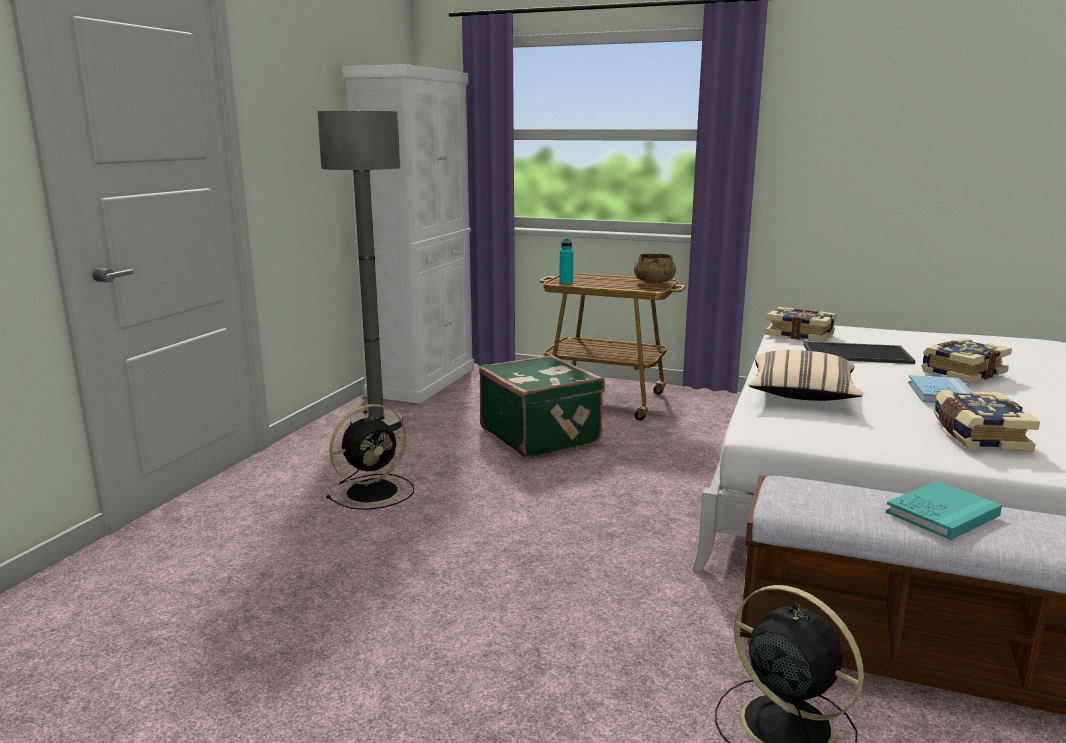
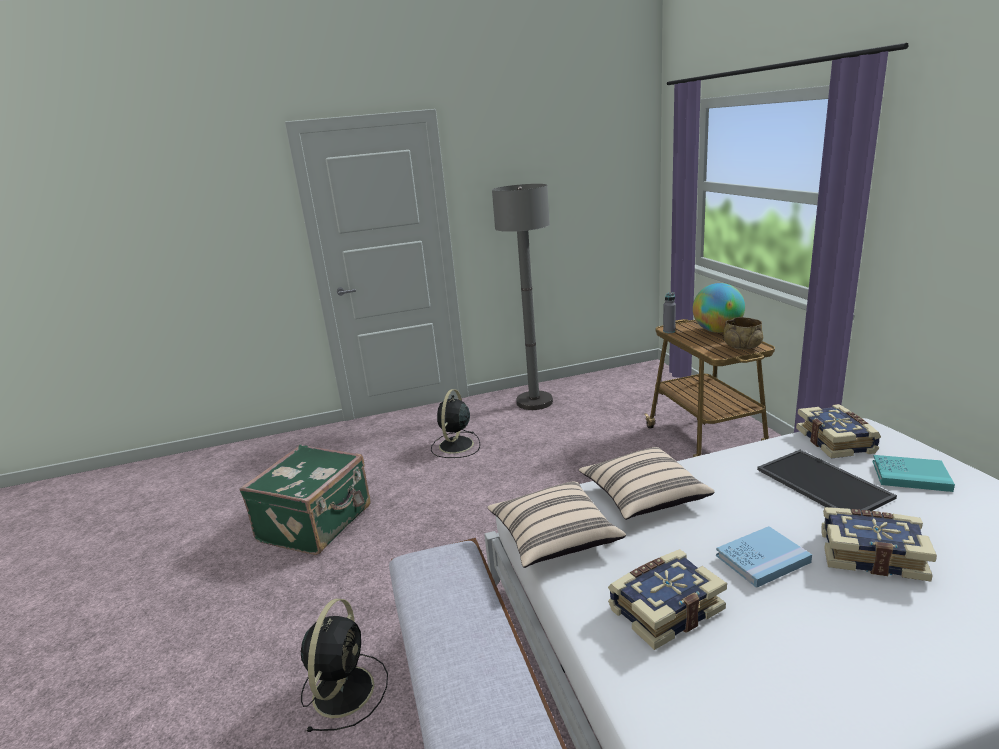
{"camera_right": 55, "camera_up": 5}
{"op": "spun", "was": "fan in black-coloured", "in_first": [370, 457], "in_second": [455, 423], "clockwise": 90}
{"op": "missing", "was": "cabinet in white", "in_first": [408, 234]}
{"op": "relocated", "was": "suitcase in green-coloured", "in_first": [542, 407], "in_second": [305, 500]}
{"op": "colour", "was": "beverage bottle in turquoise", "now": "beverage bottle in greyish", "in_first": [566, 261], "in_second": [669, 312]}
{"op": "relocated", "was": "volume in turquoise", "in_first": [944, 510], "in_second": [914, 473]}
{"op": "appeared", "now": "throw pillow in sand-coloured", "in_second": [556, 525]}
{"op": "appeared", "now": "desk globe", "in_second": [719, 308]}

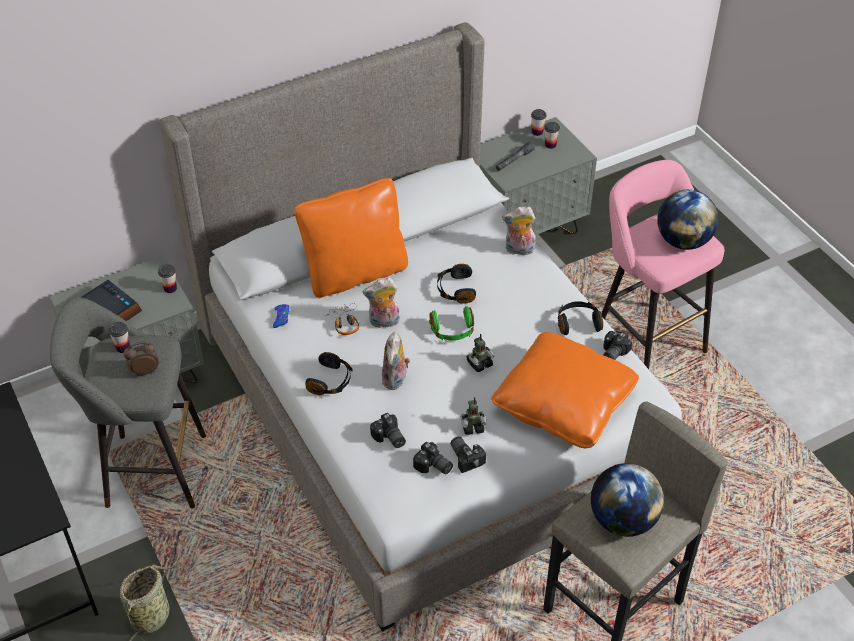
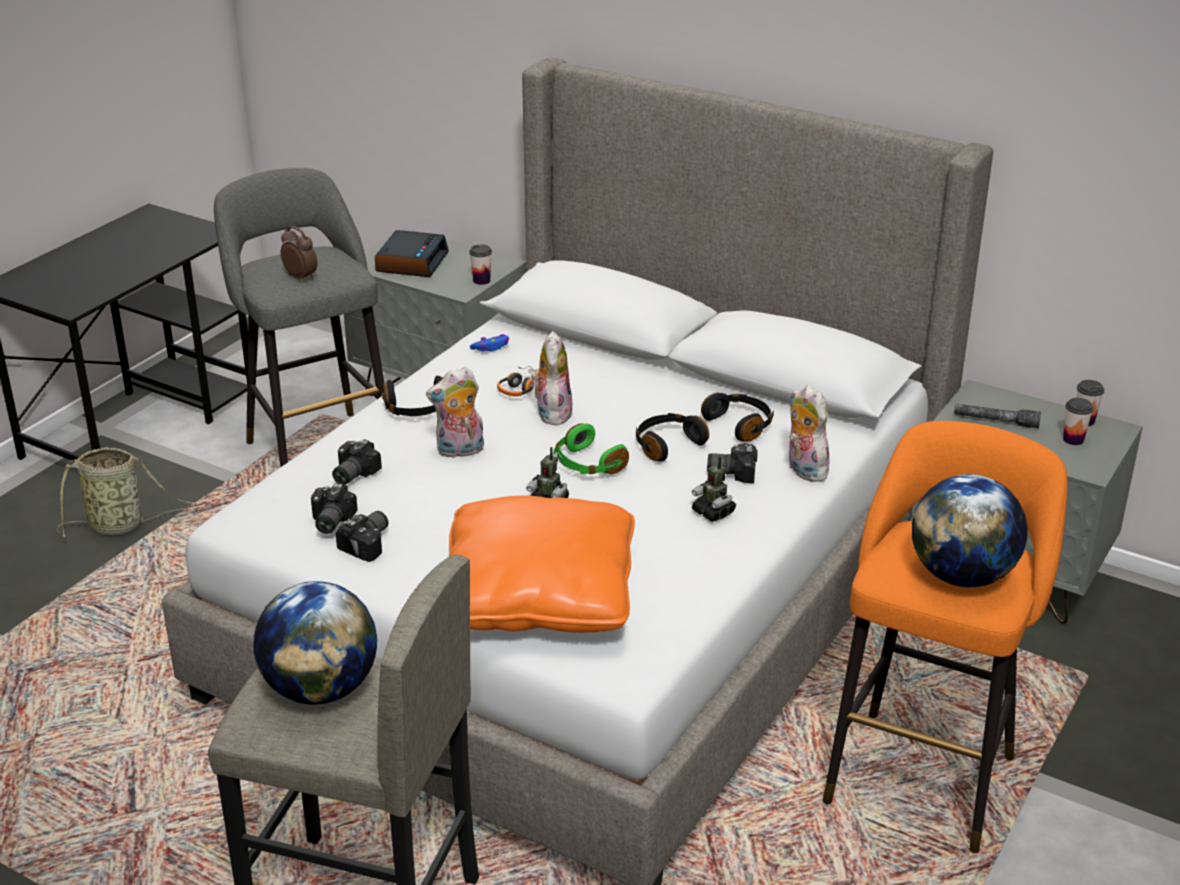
{"camera_right": 60, "camera_up": -15}
{"op": "missing", "was": "small cup", "in_first": [119, 337]}
{"op": "missing", "was": "throw pillow in orangey", "in_first": [351, 238]}
{"op": "spun", "was": "cuddly toy", "in_first": [381, 302], "in_second": [552, 378], "clockwise": 45}
{"op": "relocated", "was": "model robot", "in_first": [473, 416], "in_second": [714, 489]}
{"op": "relocated", "was": "headphones in black-coloured", "in_first": [580, 318], "in_second": [737, 417]}
{"op": "colour", "was": "sitting stool in pink", "now": "sitting stool in orangey", "in_first": [662, 264], "in_second": [945, 637]}
{"op": "relocated", "was": "still camera", "in_first": [617, 345], "in_second": [732, 463]}

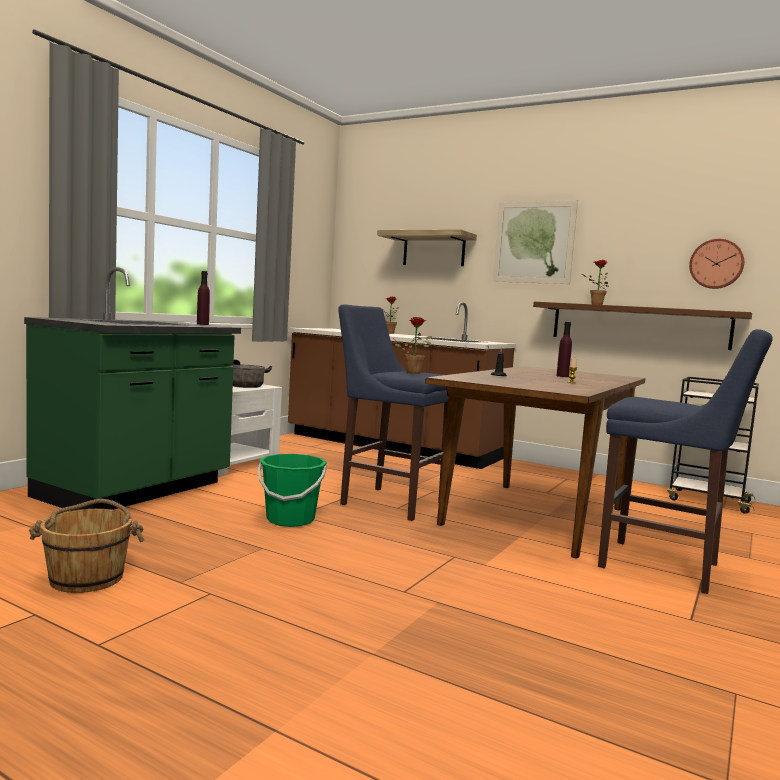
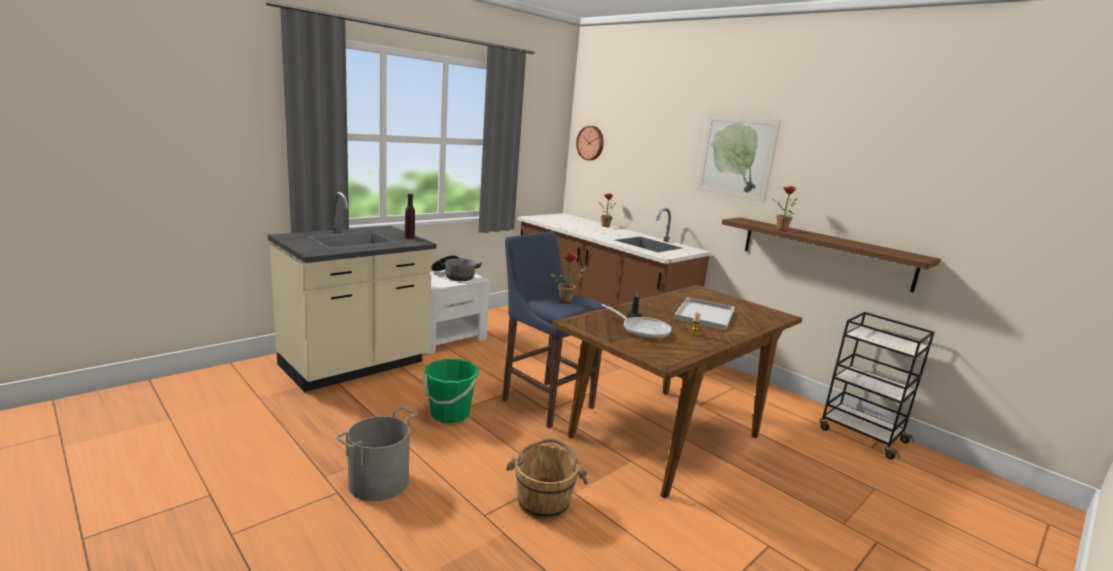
{"camera_right": 15, "camera_up": 10}
{"op": "colour", "was": "kitchen counter in green-coloured", "now": "kitchen counter in sand-coloured", "in_first": [132, 389], "in_second": [352, 292]}
{"op": "relocated", "was": "bucket in brown-coloured", "in_first": [86, 546], "in_second": [547, 479]}
{"op": "missing", "was": "bracket shelf", "in_first": [427, 247]}
{"op": "exchanged", "was": "beverage bottle in purplish", "now": "tray in white", "in_first": [564, 349], "in_second": [704, 313]}
{"op": "missing", "was": "sitting stool in blue-coloured", "in_first": [685, 461]}
{"op": "relocated", "was": "hanging clock", "in_first": [716, 264], "in_second": [590, 143]}
{"op": "appeared", "now": "bucket in greyish", "in_second": [377, 454]}
{"op": "appeared", "now": "frying pan", "in_second": [636, 321]}

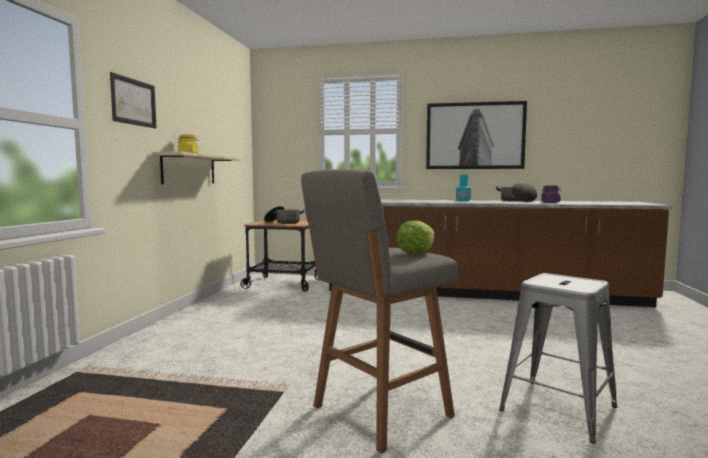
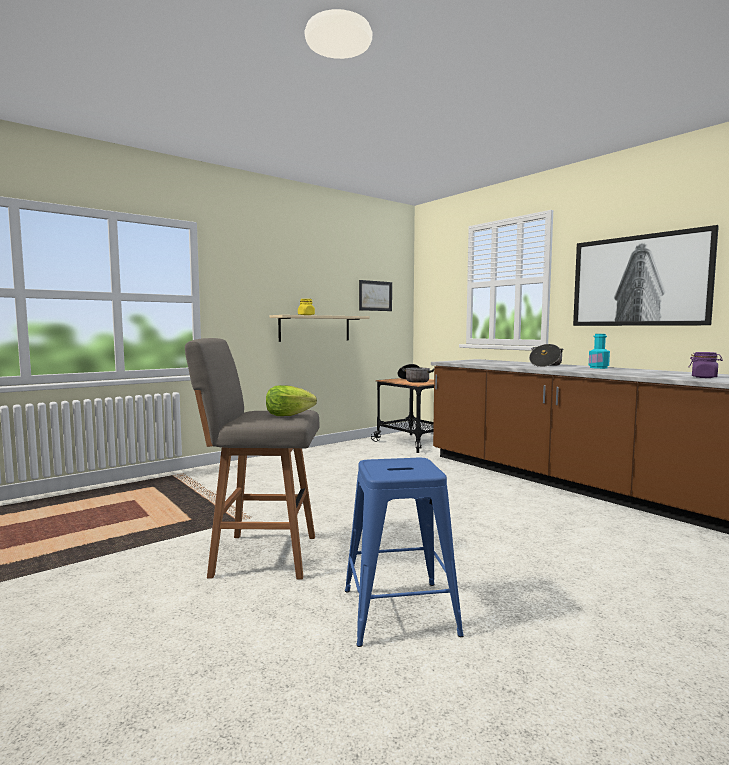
{"camera_right": 40, "camera_up": 0}
{"op": "relocated", "was": "picture", "in_first": [133, 100], "in_second": [375, 295]}
{"op": "relocated", "was": "cooking pot", "in_first": [516, 192], "in_second": [546, 355]}
{"op": "colour", "was": "sitting stool in greyish", "now": "sitting stool in blue-coloured", "in_first": [558, 358], "in_second": [404, 552]}

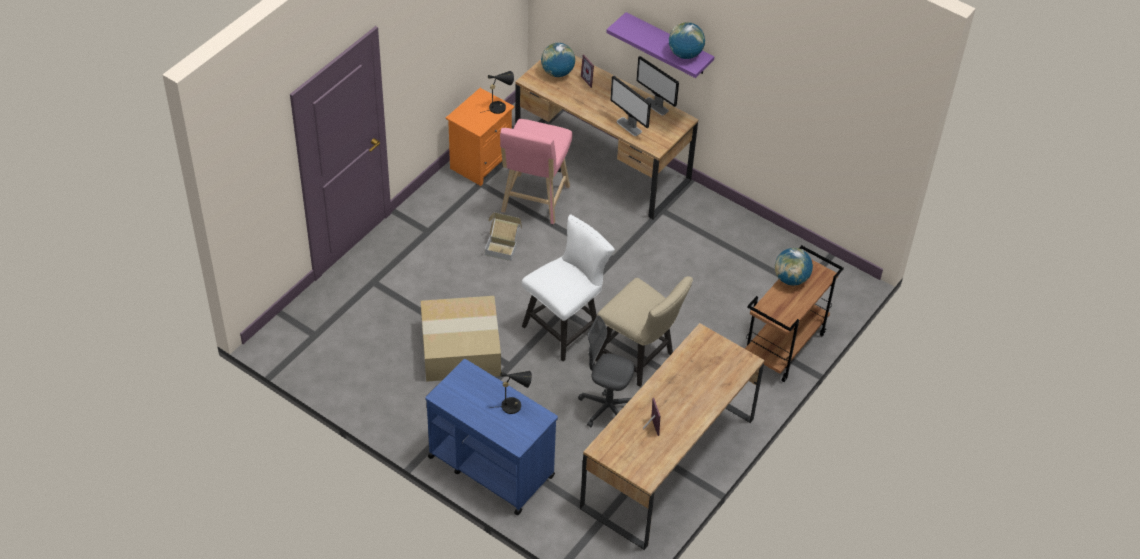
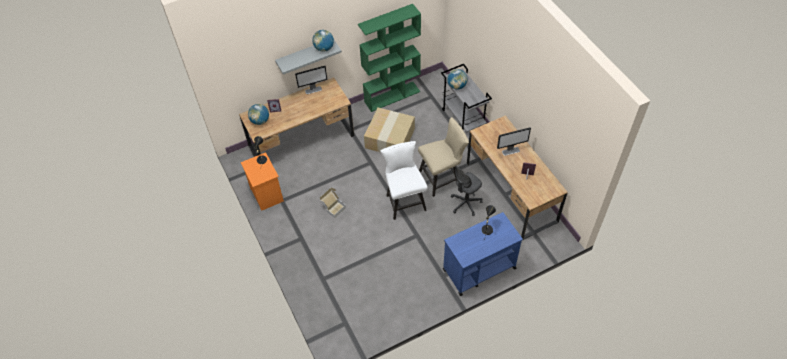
{"camera_right": -60, "camera_up": 5}
{"op": "relocated", "was": "carton", "in_first": [461, 339], "in_second": [389, 129]}
{"op": "missing", "was": "sitting stool in pink", "in_first": [536, 171]}
{"op": "colour", "was": "bracket shelf in purplish", "now": "bracket shelf in greyish", "in_first": [660, 45], "in_second": [308, 57]}
{"op": "relocated", "was": "computer screen", "in_first": [630, 106], "in_second": [514, 141]}
{"op": "colour", "was": "cart in brown-coloured", "now": "cart in greyish", "in_first": [794, 313], "in_second": [466, 98]}
{"op": "appeared", "now": "shelving unit in green-coloured", "in_second": [389, 58]}

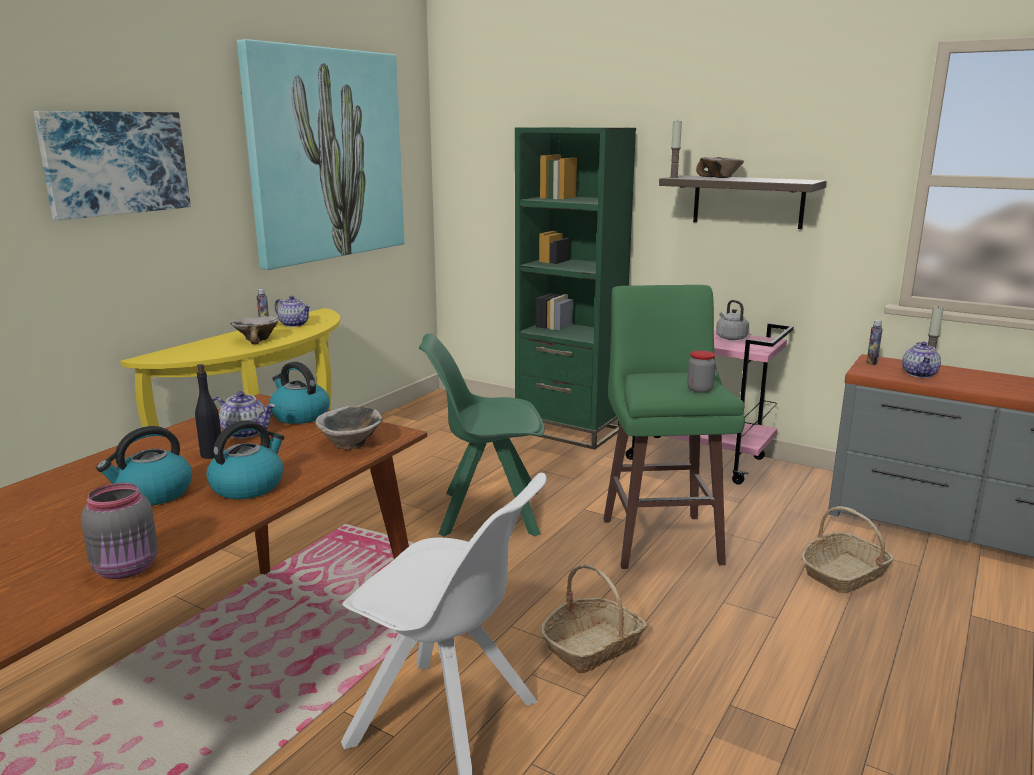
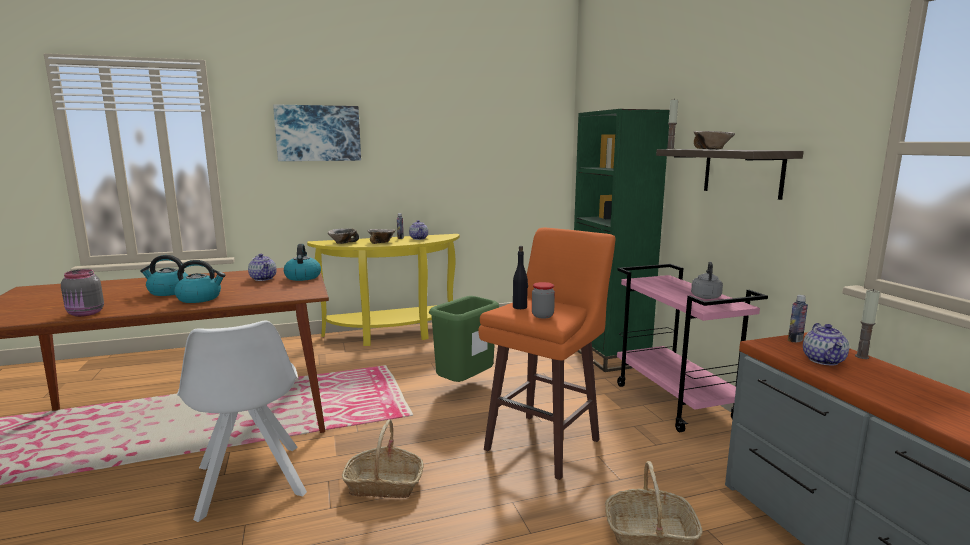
{"camera_right": 40, "camera_up": -5}
{"op": "relocated", "was": "beverage bottle in black-coloured", "in_first": [208, 411], "in_second": [520, 277]}
{"op": "missing", "was": "picture", "in_first": [321, 154]}
{"op": "relocated", "was": "bowl", "in_first": [349, 428], "in_second": [343, 236]}
{"op": "exchanged", "was": "plain chair in green-coloured", "now": "waste bin in green-coloured", "in_first": [482, 434], "in_second": [464, 339]}
{"op": "colour", "was": "sitting stool in green-coloured", "now": "sitting stool in orangey", "in_first": [674, 427], "in_second": [547, 354]}
{"op": "spun", "was": "pot for tea", "in_first": [921, 360], "in_second": [826, 344], "clockwise": -45}

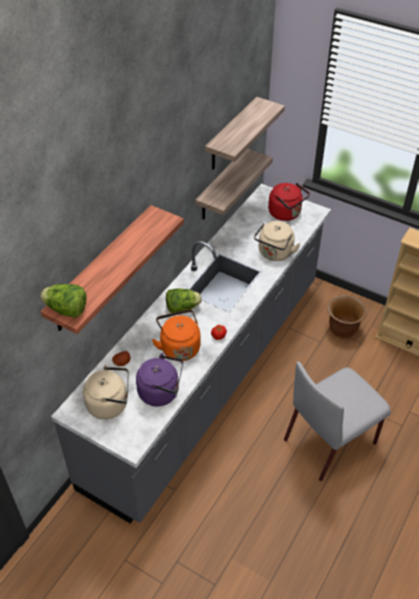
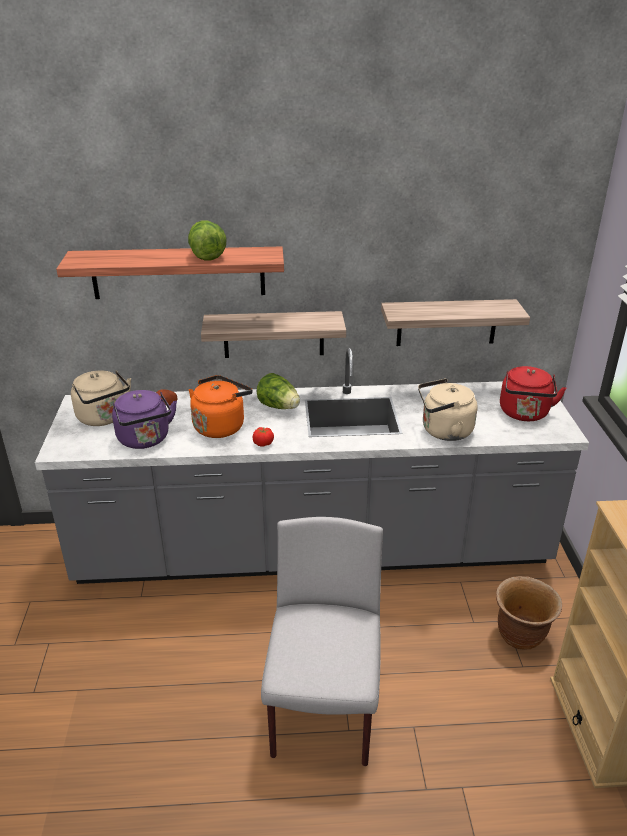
{"camera_right": 55, "camera_up": -15}
{"op": "relocated", "was": "lettuce", "in_first": [63, 301], "in_second": [207, 240]}
{"op": "relocated", "was": "bracket shelf", "in_first": [245, 133], "in_second": [273, 334]}
{"op": "spun", "was": "plain chair in greyish", "in_first": [337, 421], "in_second": [322, 641], "clockwise": 75}

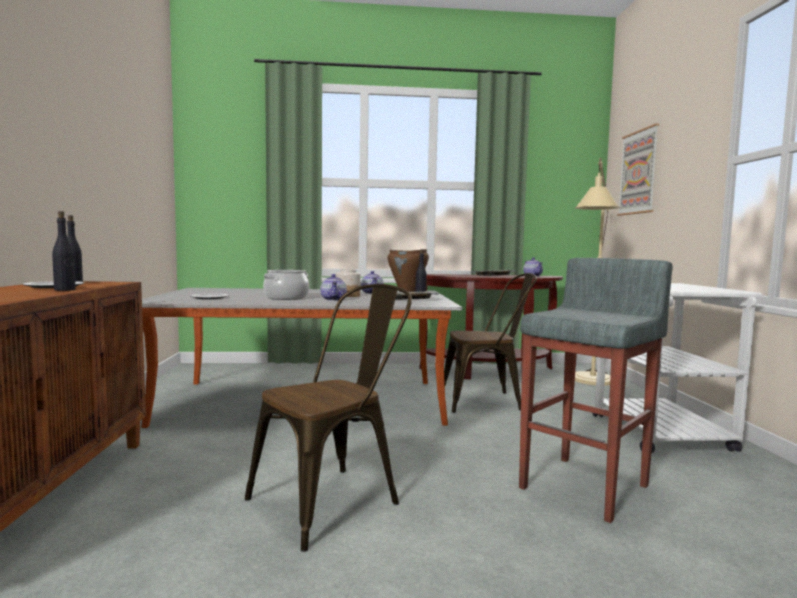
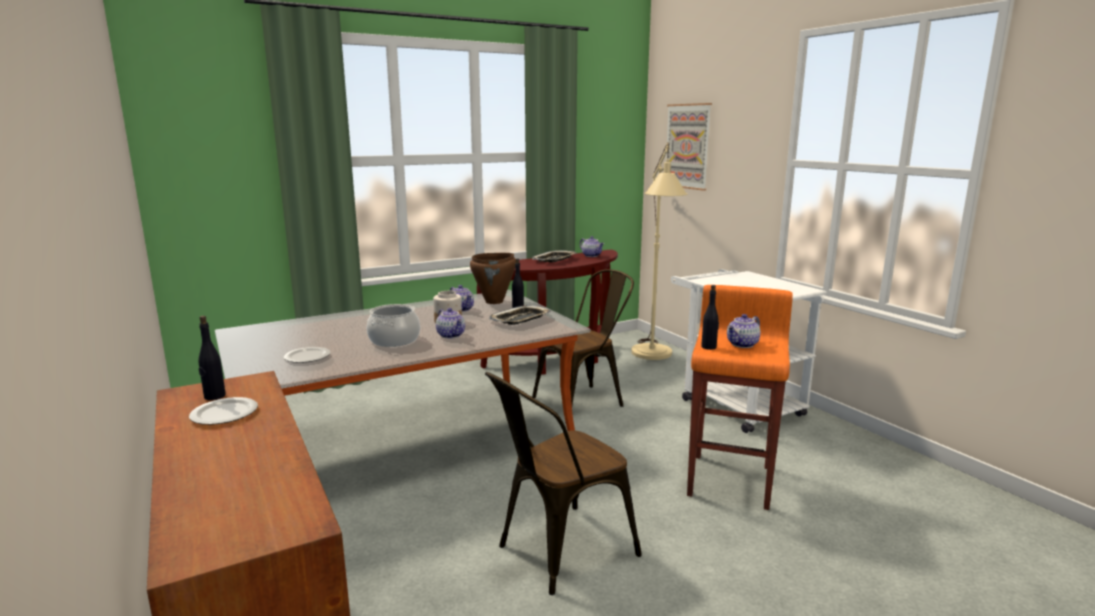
{"camera_right": -25, "camera_up": 10}
{"op": "relocated", "was": "beverage bottle in black-coloured", "in_first": [64, 251], "in_second": [710, 317]}
{"op": "spun", "was": "plain chair in brown-coloured", "in_first": [328, 418], "in_second": [563, 483], "clockwise": -150}
{"op": "colour", "was": "sitting stool in greyish", "now": "sitting stool in orangey", "in_first": [596, 390], "in_second": [740, 397]}
{"op": "appeared", "now": "pot for tea", "in_second": [743, 331]}

